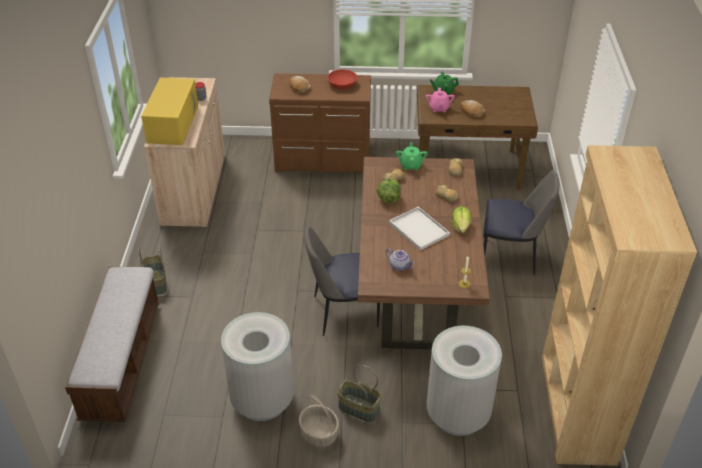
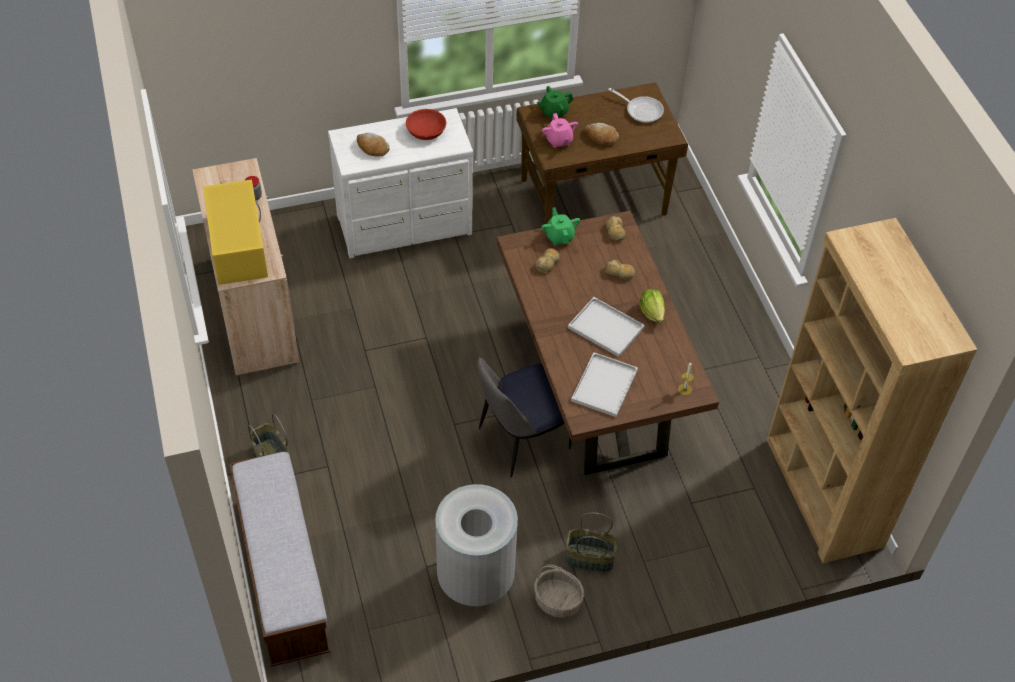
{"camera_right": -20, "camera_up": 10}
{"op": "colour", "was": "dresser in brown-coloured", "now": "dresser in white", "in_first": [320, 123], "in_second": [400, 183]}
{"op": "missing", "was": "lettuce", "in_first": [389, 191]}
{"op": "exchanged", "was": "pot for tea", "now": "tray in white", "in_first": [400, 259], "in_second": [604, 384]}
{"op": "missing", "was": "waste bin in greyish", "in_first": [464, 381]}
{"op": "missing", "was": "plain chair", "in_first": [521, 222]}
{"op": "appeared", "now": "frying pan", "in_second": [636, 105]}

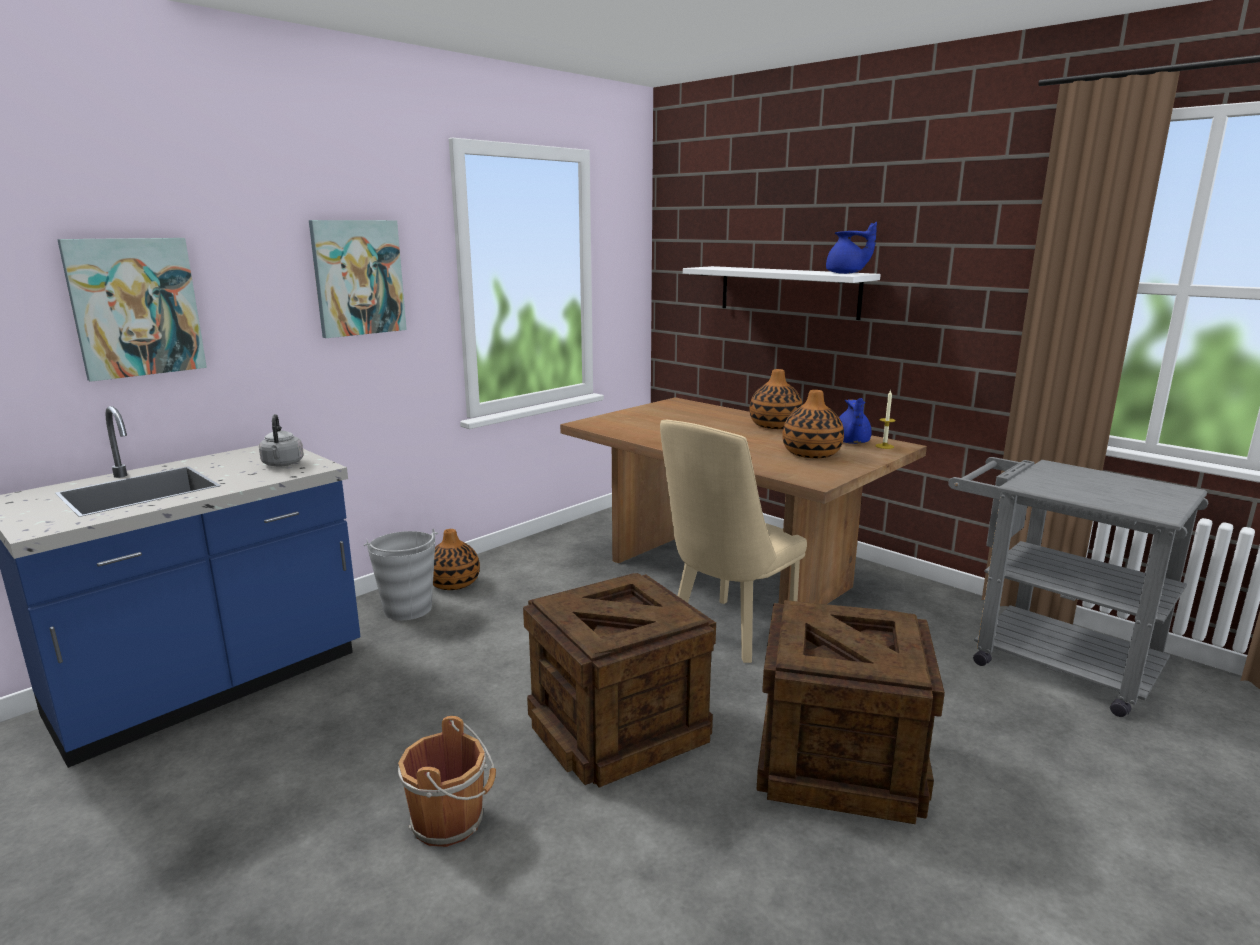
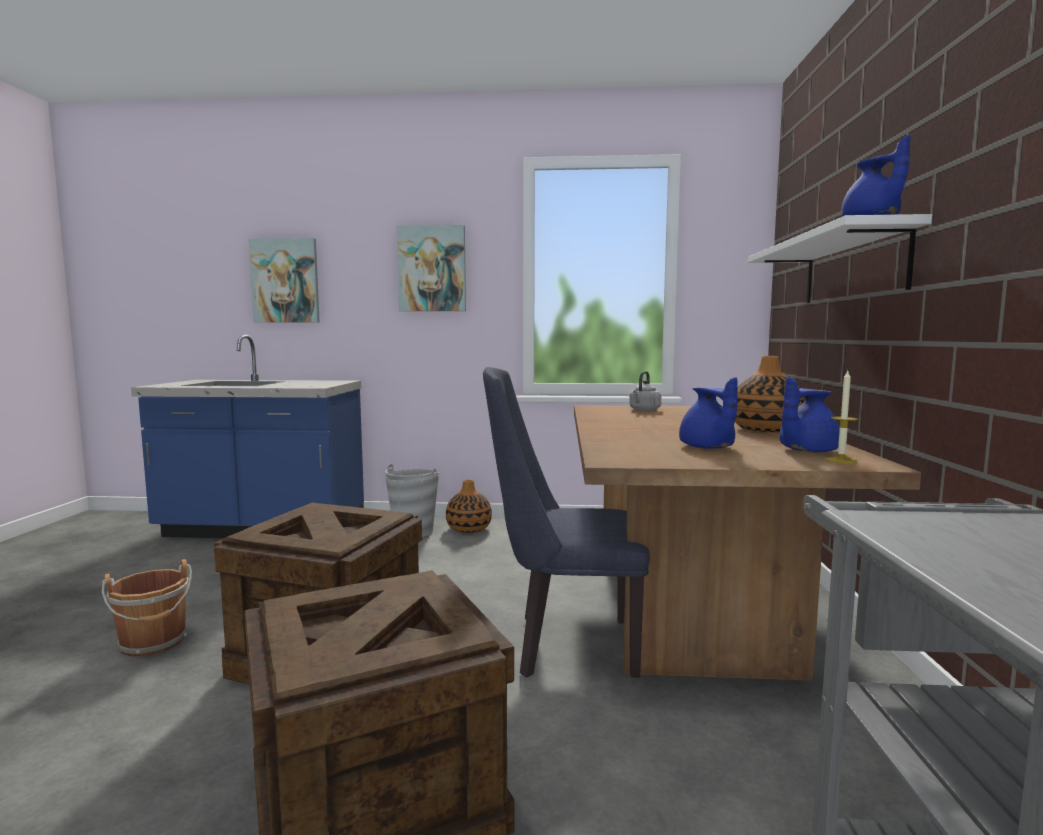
{"camera_right": 50, "camera_up": -10}
{"op": "relocated", "was": "water kettle in greyish", "in_first": [281, 440], "in_second": [645, 391]}
{"op": "colour", "was": "plain chair in sand-coloured", "now": "plain chair in blue-coloured", "in_first": [733, 541], "in_second": [566, 522]}
{"op": "exchanged", "was": "flower vase", "now": "pot for tea in blue-coloured", "in_first": [813, 424], "in_second": [708, 413]}

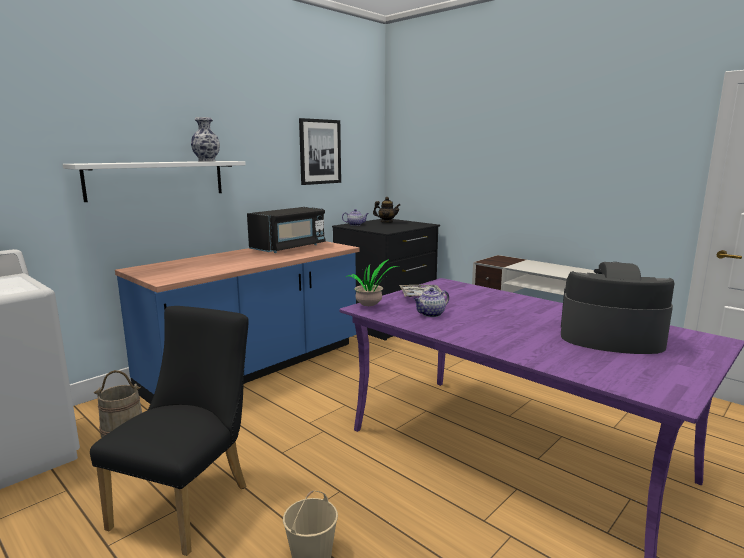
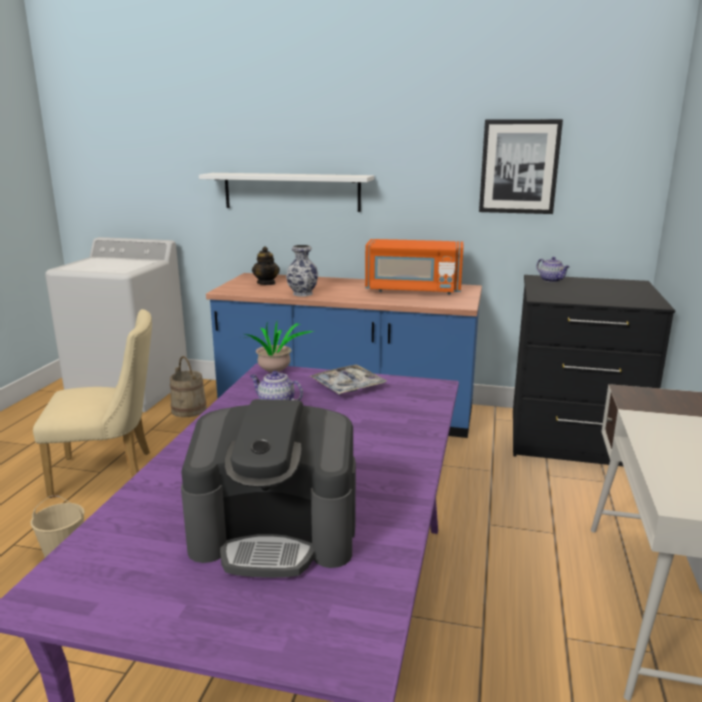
{"camera_right": 60, "camera_up": 5}
{"op": "colour", "was": "plain chair in black-coloured", "now": "plain chair in sand-coloured", "in_first": [169, 431], "in_second": [92, 403]}
{"op": "relocated", "was": "flower vase", "in_first": [205, 139], "in_second": [302, 270]}
{"op": "colour", "was": "kitchen microwave in black-coloured", "now": "kitchen microwave in orangey", "in_first": [286, 230], "in_second": [414, 266]}
{"op": "relocated", "was": "pot for tea", "in_first": [386, 210], "in_second": [266, 265]}
{"op": "spun", "was": "coffee maker", "in_first": [618, 308], "in_second": [268, 488], "clockwise": 105}

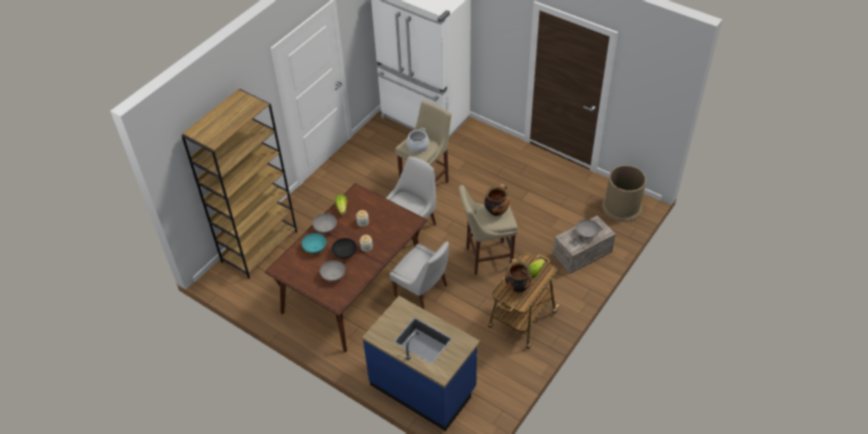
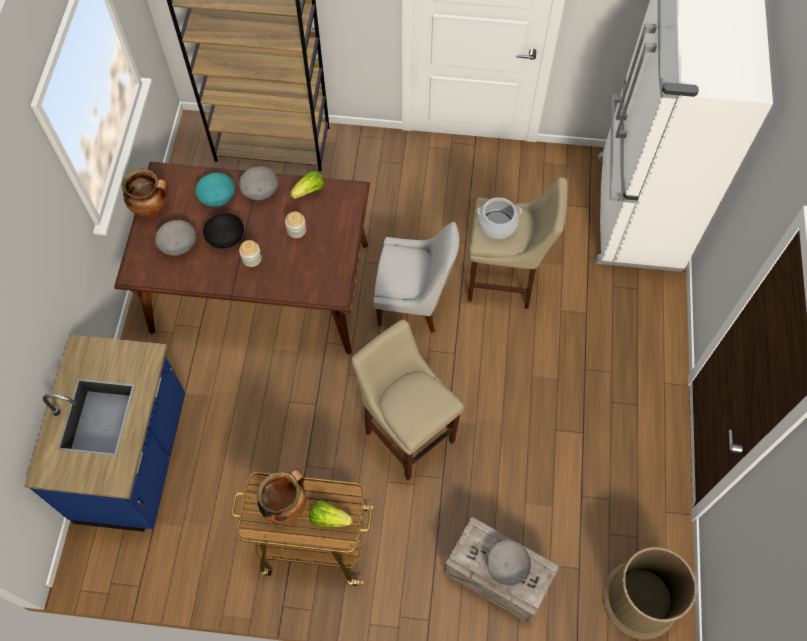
{"camera_right": 60, "camera_up": 15}
{"op": "missing", "was": "plain chair in white", "in_first": [419, 275]}
{"op": "relocated", "was": "cooking pot", "in_first": [497, 200], "in_second": [145, 193]}

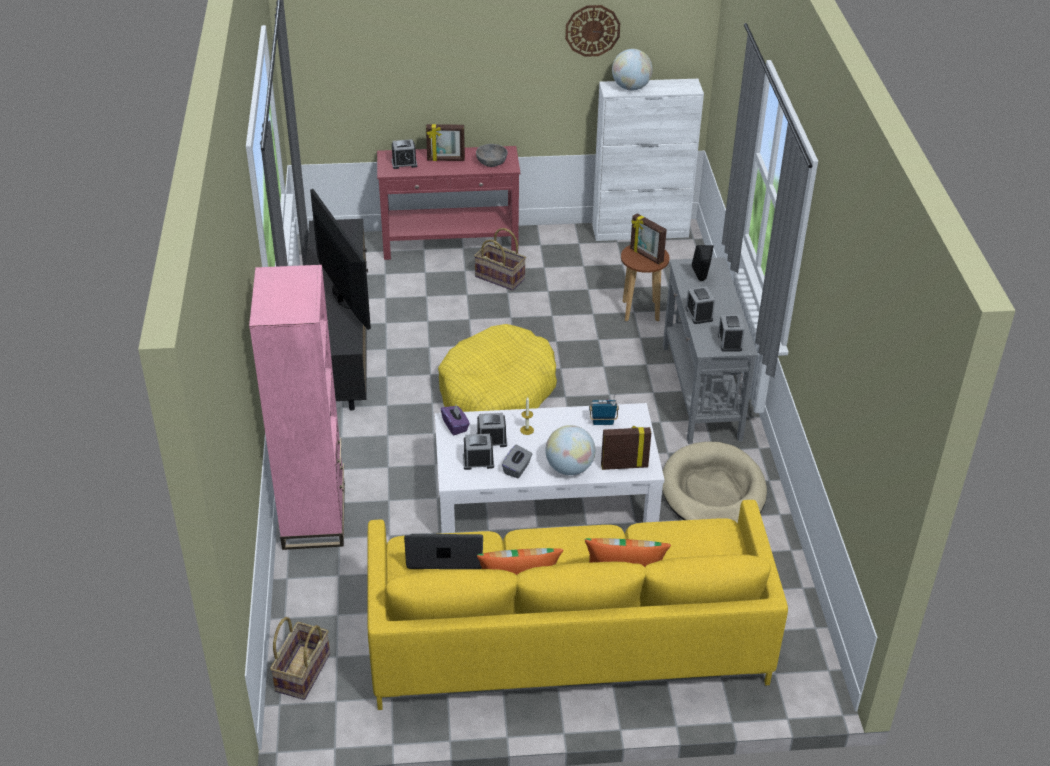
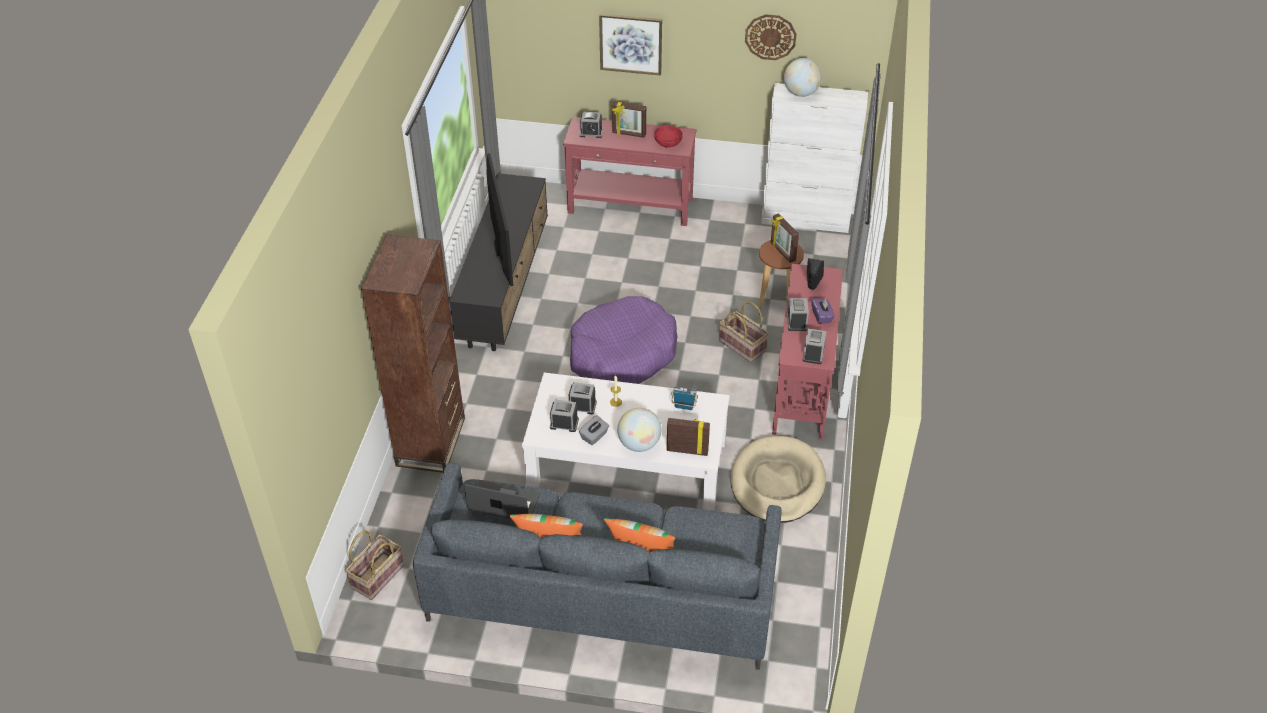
{"camera_right": 15, "camera_up": 5}
{"op": "colour", "was": "shelving unit in pink", "now": "shelving unit in brown-coloured", "in_first": [297, 407], "in_second": [413, 354]}
{"op": "colour", "was": "couch in yellow", "now": "couch in greyish", "in_first": [578, 605], "in_second": [597, 566]}
{"op": "colour", "was": "dog cushion in yellow", "now": "dog cushion in purplish", "in_first": [497, 368], "in_second": [623, 340]}
{"op": "relocated", "was": "box of tissues in purplish", "in_first": [455, 420], "in_second": [823, 310]}
{"op": "relocated", "was": "basket", "in_first": [500, 259], "in_second": [744, 332]}
{"op": "colour", "was": "bowl in greyish", "now": "bowl in red-coloured", "in_first": [492, 155], "in_second": [668, 136]}
{"op": "colour", "was": "hall table in greyish", "now": "hall table in red-coloured", "in_first": [710, 350], "in_second": [807, 352]}
{"op": "appeared", "now": "picture", "in_second": [630, 45]}

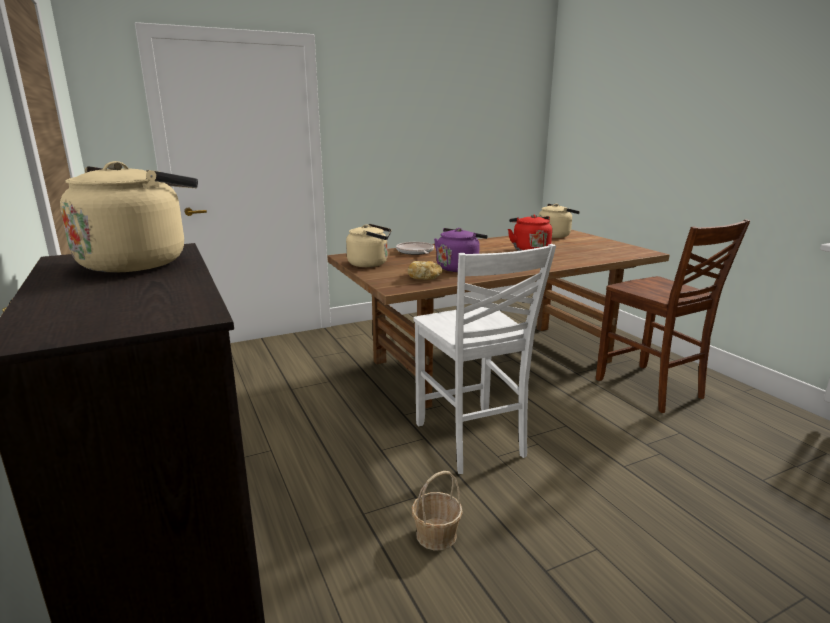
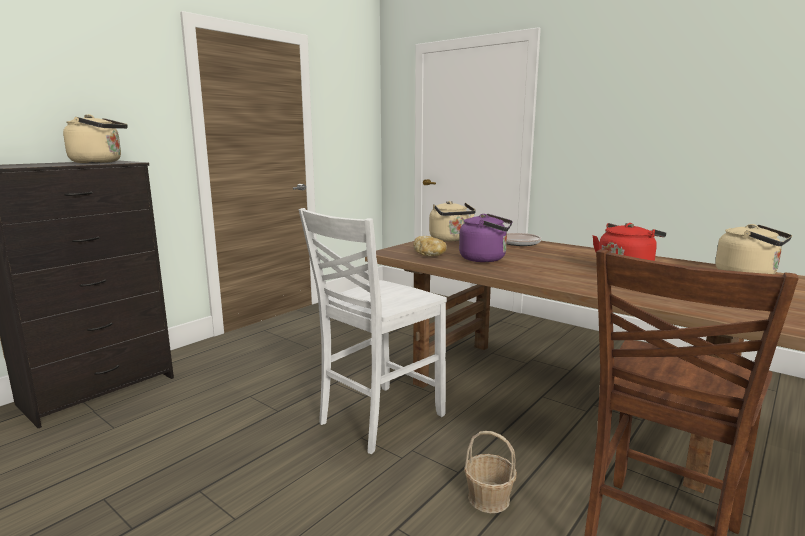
{"camera_right": 65, "camera_up": -5}
{"op": "relocated", "was": "basket", "in_first": [437, 511], "in_second": [490, 472]}

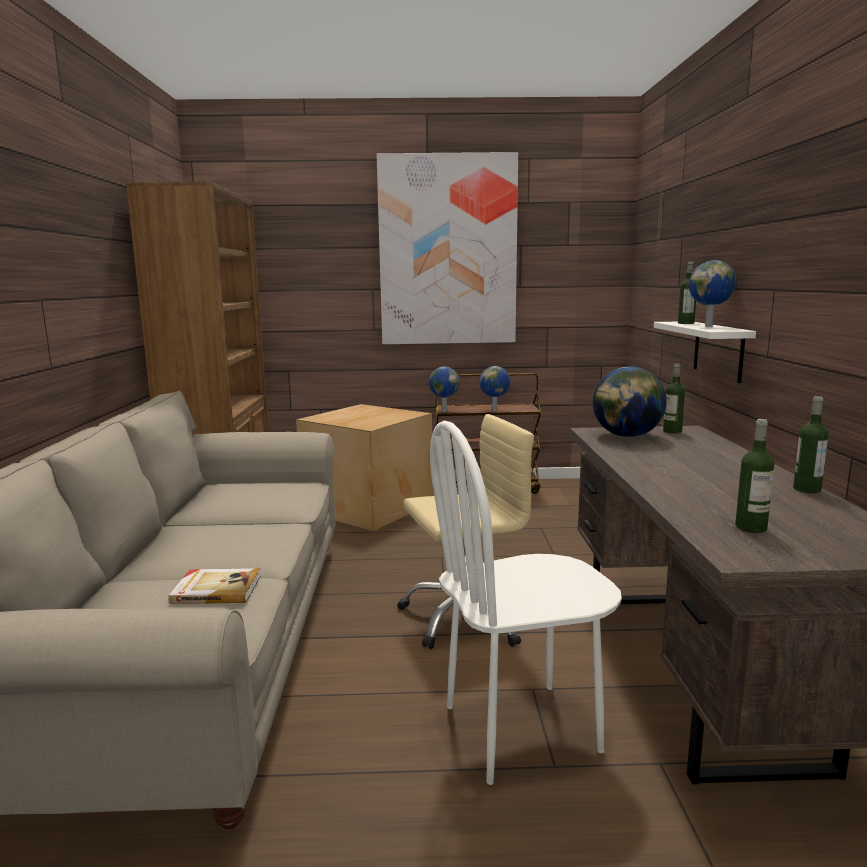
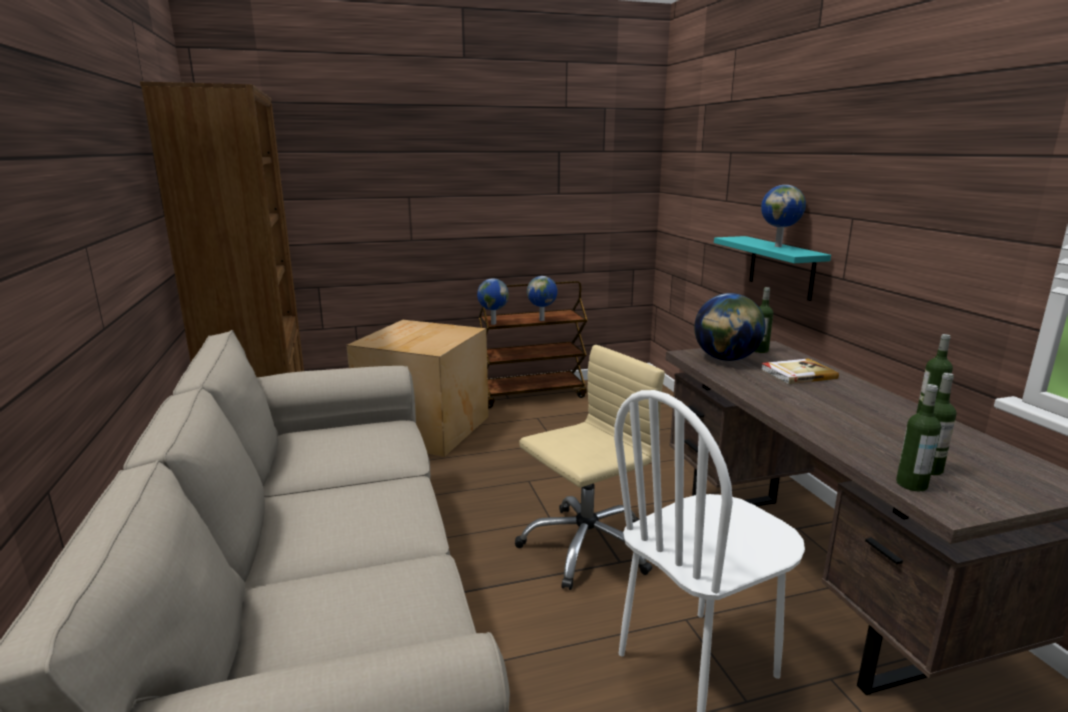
{"camera_right": -15, "camera_up": 5}
{"op": "relocated", "was": "volume", "in_first": [214, 586], "in_second": [800, 371]}
{"op": "missing", "was": "picture", "in_first": [447, 248]}
{"op": "colour", "was": "bracket shelf in white", "now": "bracket shelf in turquoise", "in_first": [705, 352], "in_second": [772, 268]}
{"op": "relocated", "was": "beverage bottle", "in_first": [687, 293], "in_second": [918, 437]}

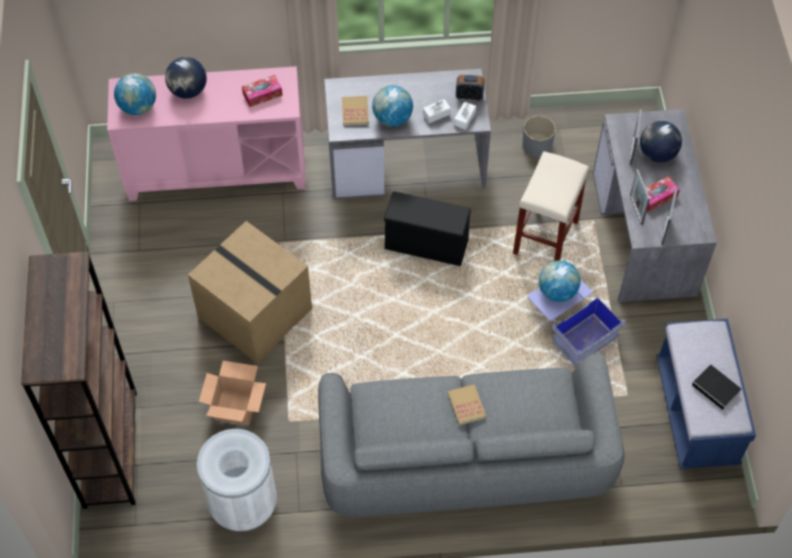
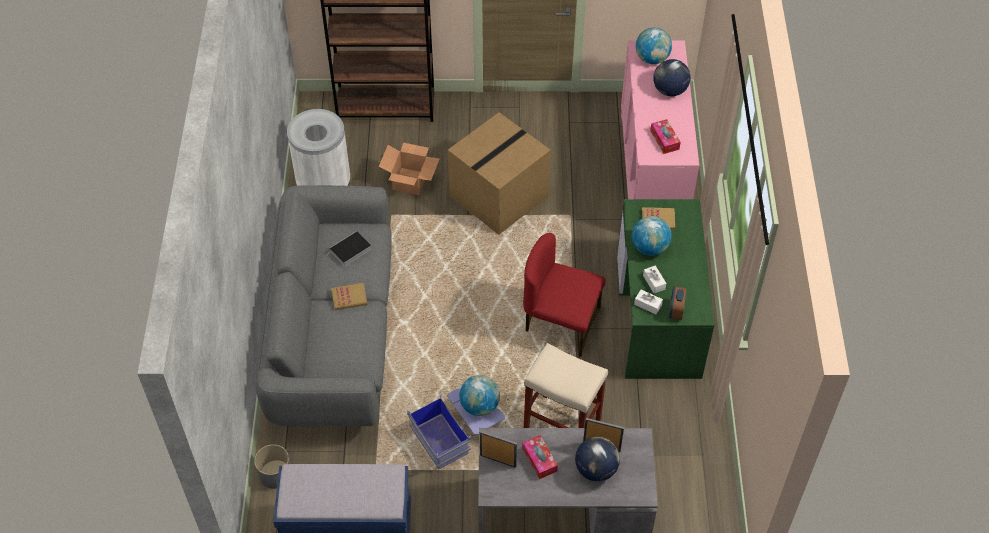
{"camera_right": 95, "camera_up": -5}
{"op": "colour", "was": "desk unit in greyish", "now": "desk unit in green-coloured", "in_first": [407, 134], "in_second": [665, 289]}
{"op": "exchanged", "was": "storage bin in black-coloured", "now": "plain chair in red-coloured", "in_first": [427, 229], "in_second": [564, 295]}
{"op": "relocated", "was": "flower pot in greyish", "in_first": [539, 136], "in_second": [272, 466]}
{"op": "missing", "was": "standing frame", "in_first": [640, 197]}
{"op": "relocated", "was": "volume", "in_first": [716, 388], "in_second": [350, 249]}

